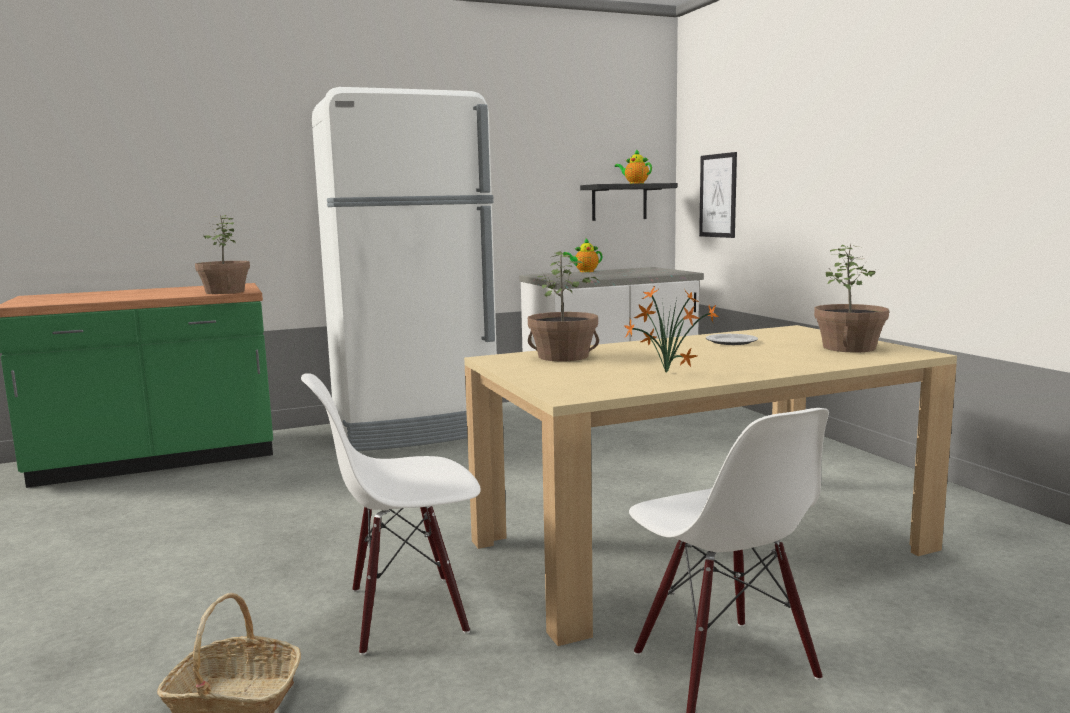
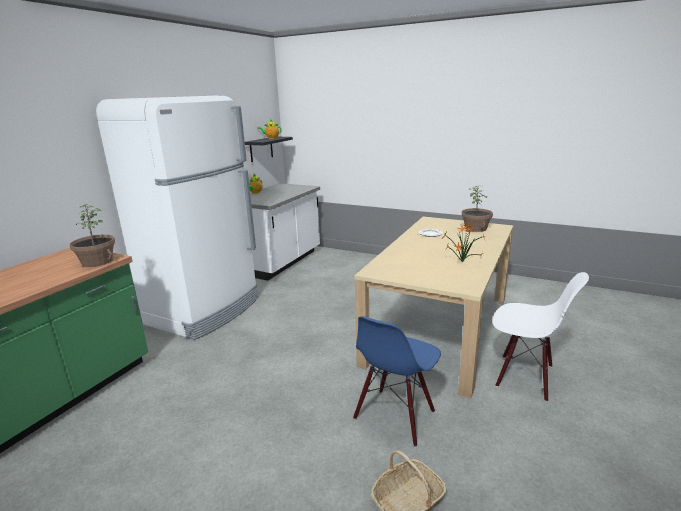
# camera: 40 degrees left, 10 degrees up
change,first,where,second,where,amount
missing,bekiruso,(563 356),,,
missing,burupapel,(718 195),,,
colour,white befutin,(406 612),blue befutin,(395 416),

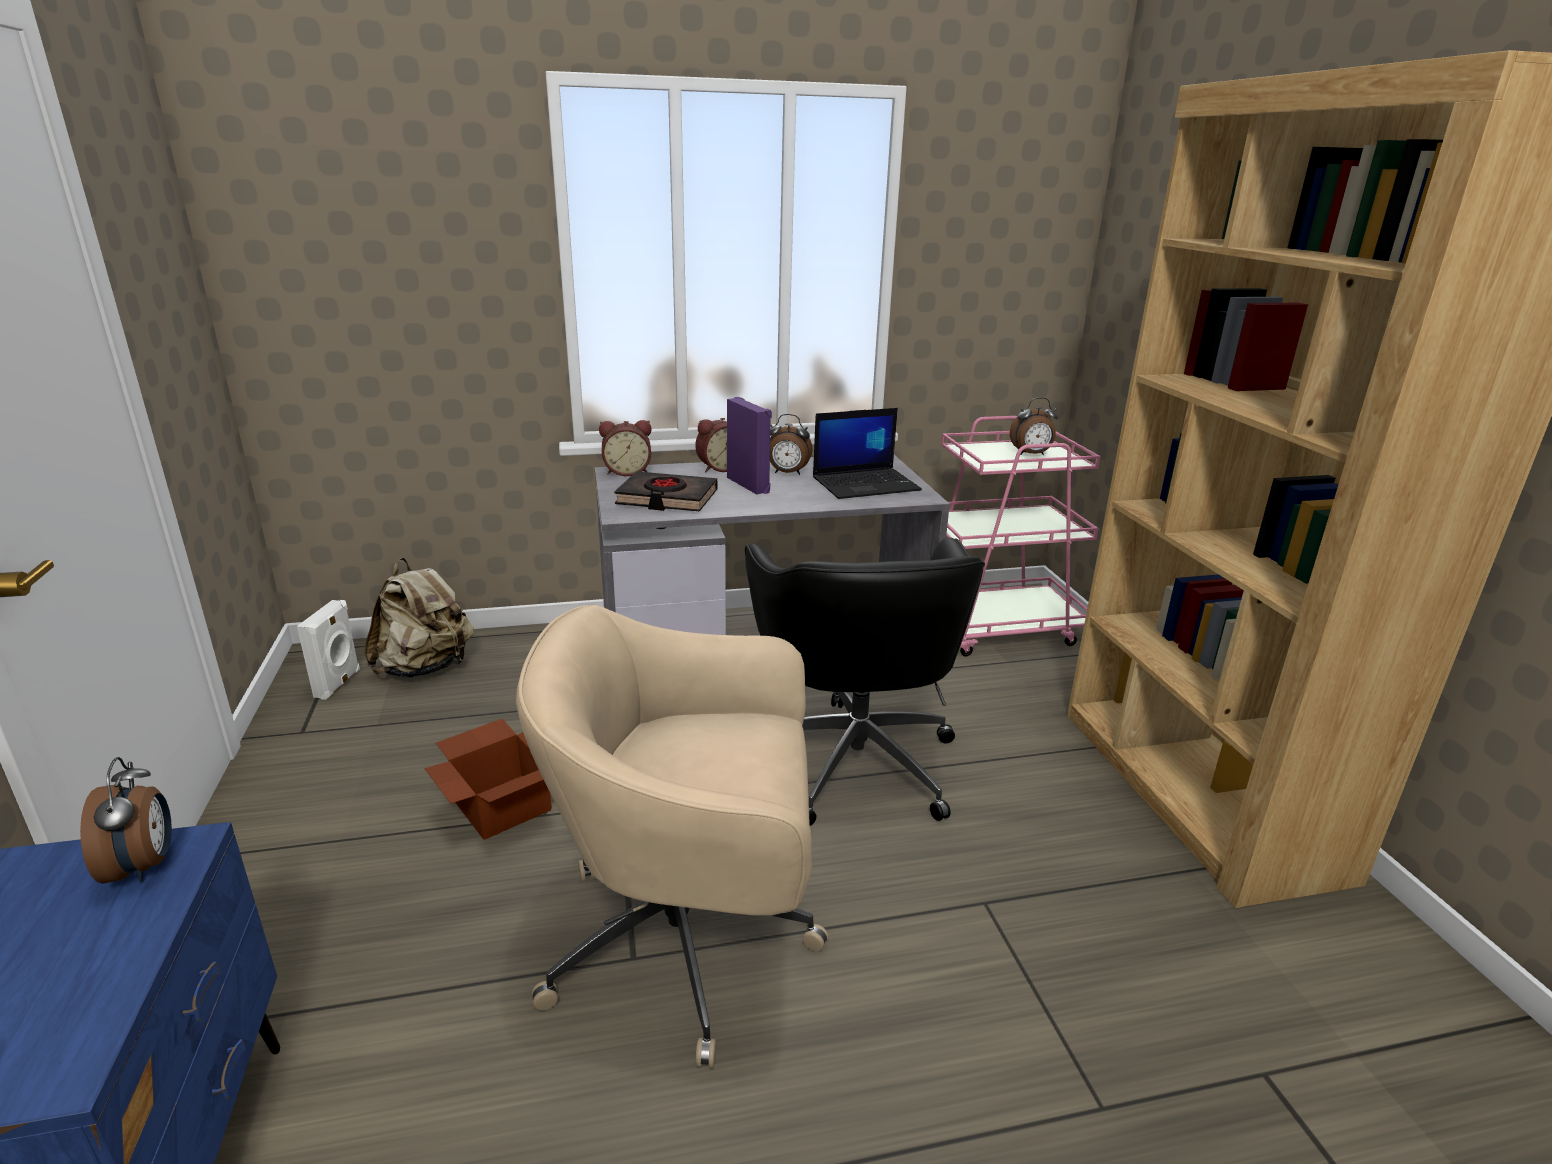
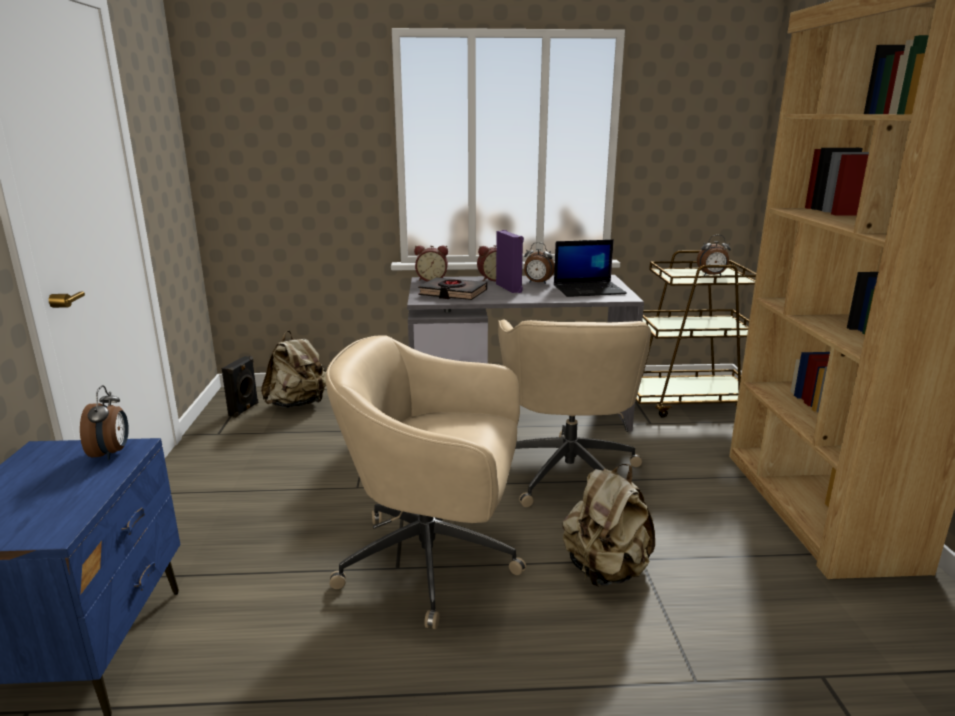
# camera: 10 degrees right, 5 degrees down
change,first,where,second,where,amount
missing,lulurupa,(503 804),,,
appeared,,,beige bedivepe,(605 571),
colour,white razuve,(339 683),black razuve,(244 409),
colour,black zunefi,(854 759),beige zunefi,(568 471),
colour,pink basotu,(993 628),brown basotu,(687 402),

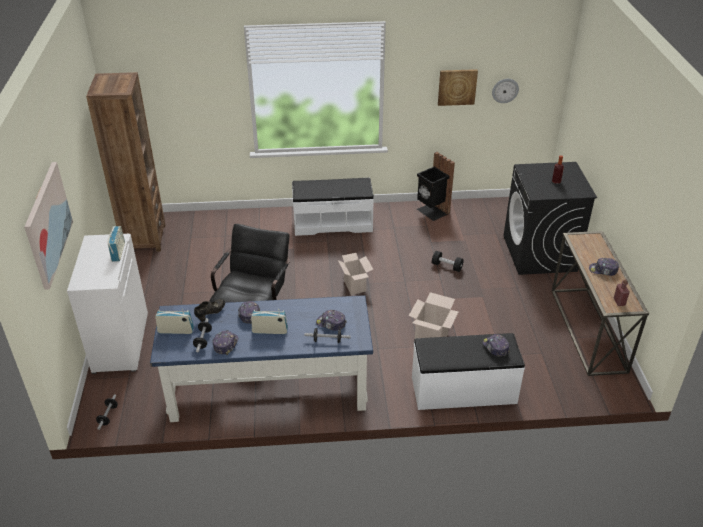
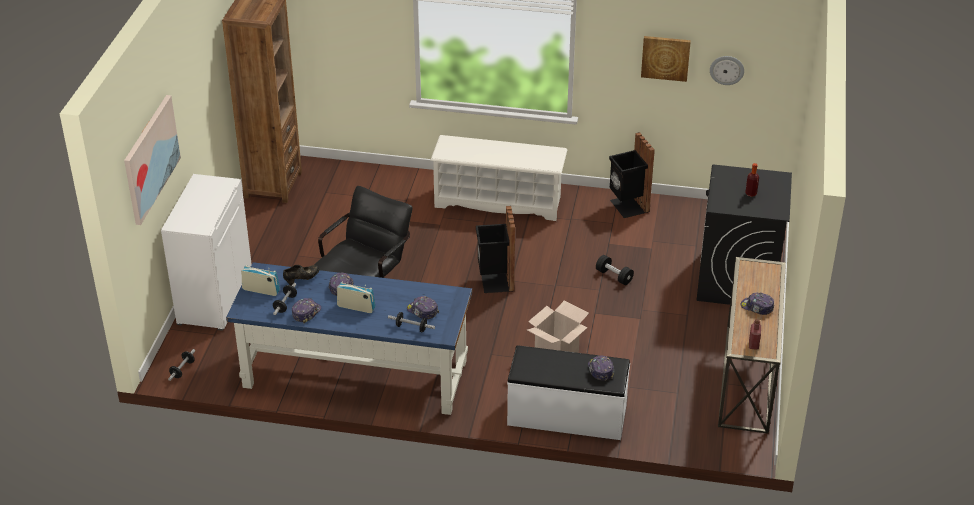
# camera: 15 degrees right, 0 degrees up
change,first,where,second,where,amount
missing,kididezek,(118 252),,,
exchanged,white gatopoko,(332 223),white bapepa,(499 201),
exchanged,lulurupa,(355 286),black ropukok,(495 281),

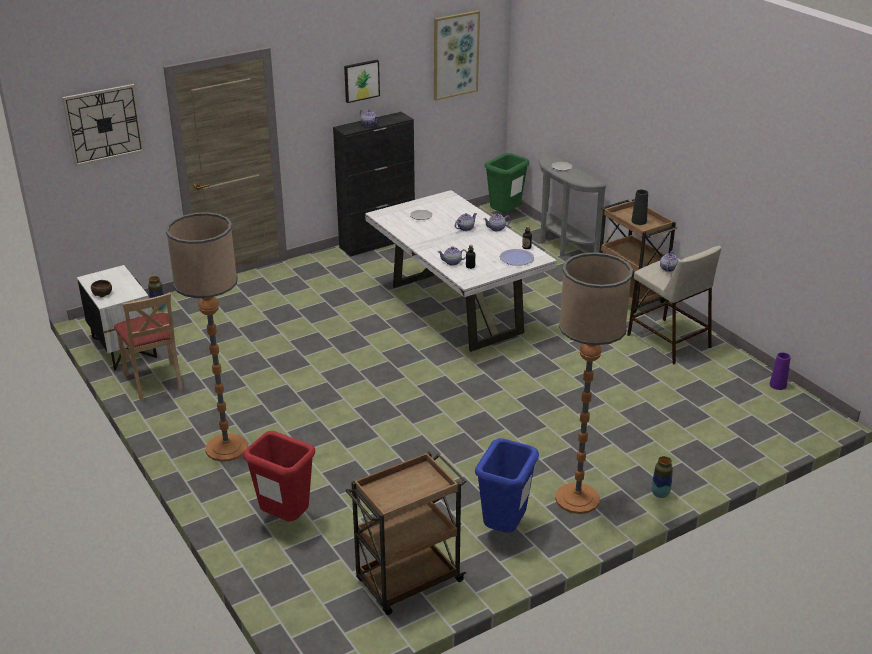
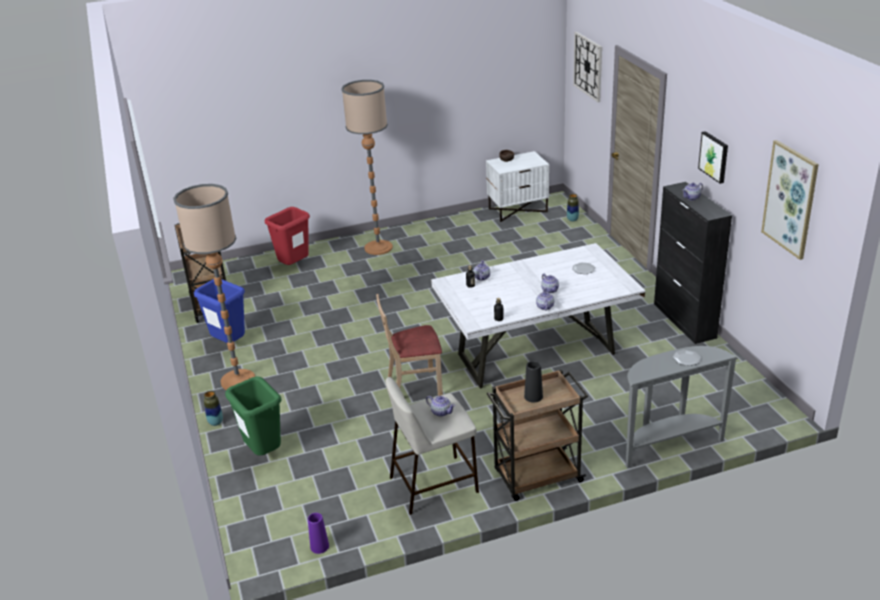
# camera: 105 degrees right, 0 degrees up
change,first,where,second,where,amount
missing,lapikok,(516 258),,,
relocated,beige befutin,(154 381),,(414 387),
relocated,green ropukok,(504 215),,(263 453),

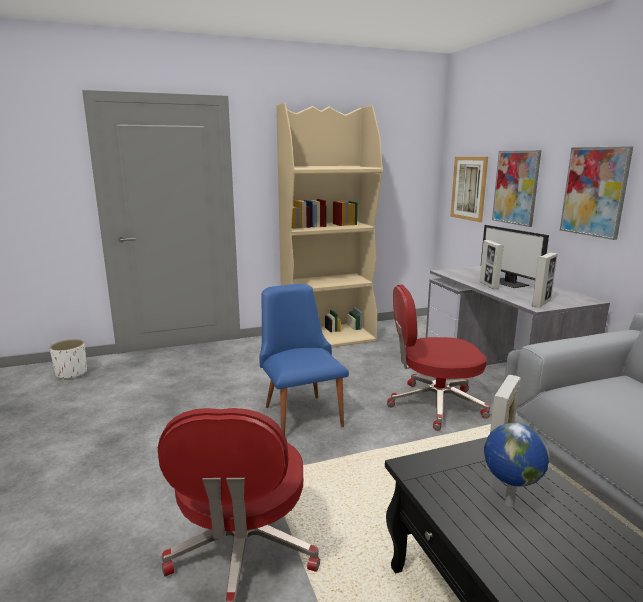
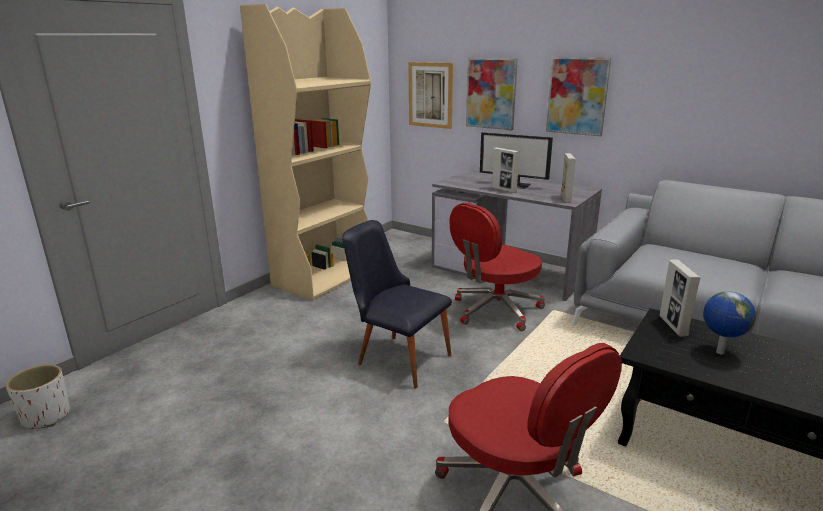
# camera: 35 degrees left, 5 degrees up
change,first,where,second,where,amount
colour,blue befutin,(300 412),black befutin,(397 357),

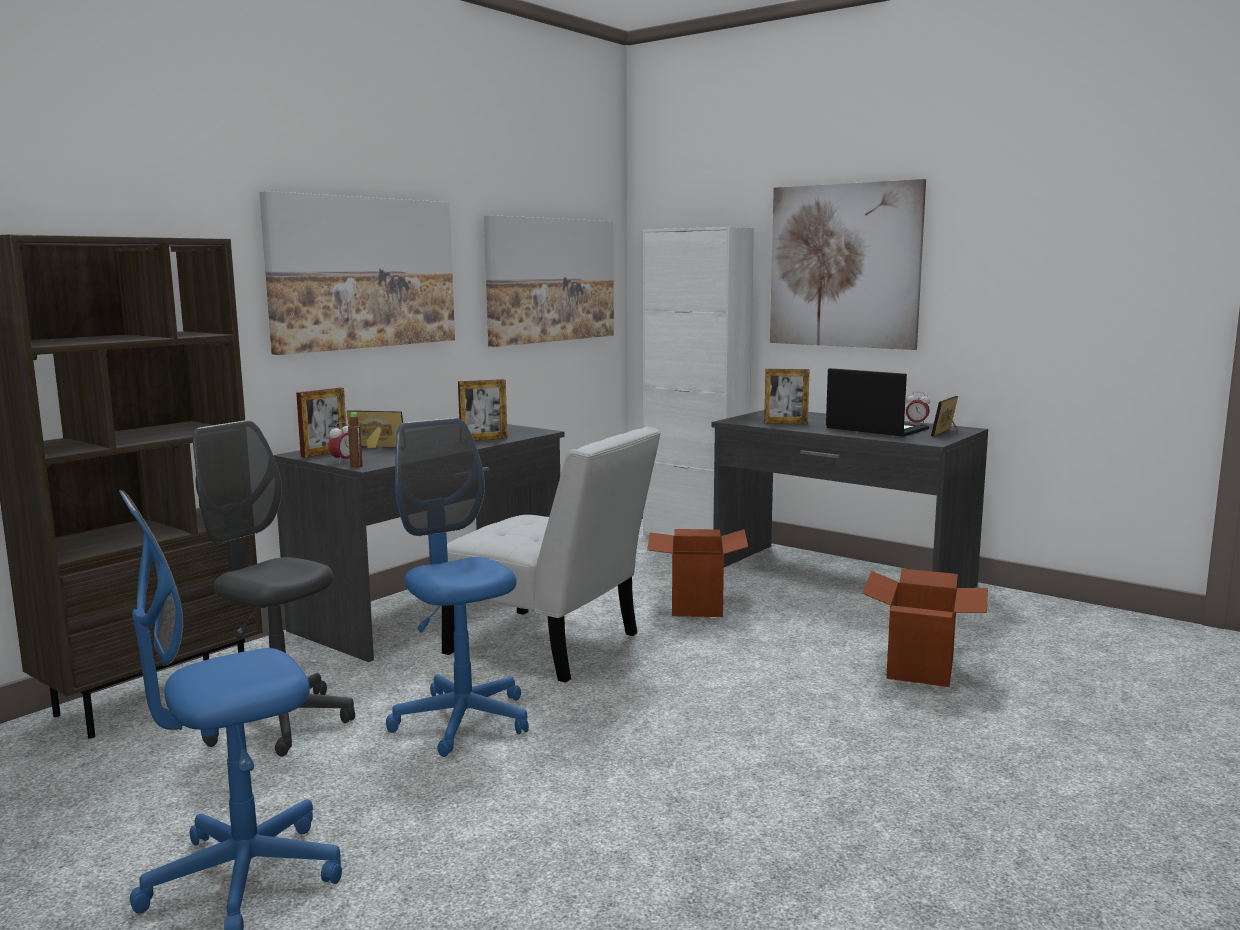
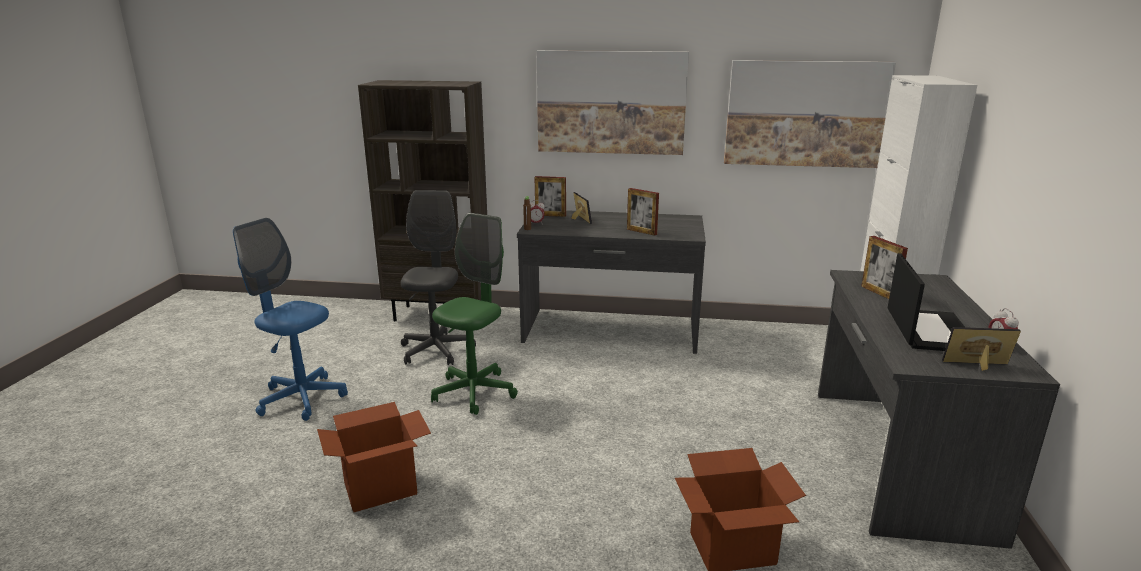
# camera: 60 degrees right, 10 degrees up
change,first,where,second,where,amount
missing,white befutin,(551 647),,,
missing,burupapel,(844 266),,,
relocated,lulurupa,(696 605),,(381 488),
colour,blue zunefi,(462 721),green zunefi,(474 392),

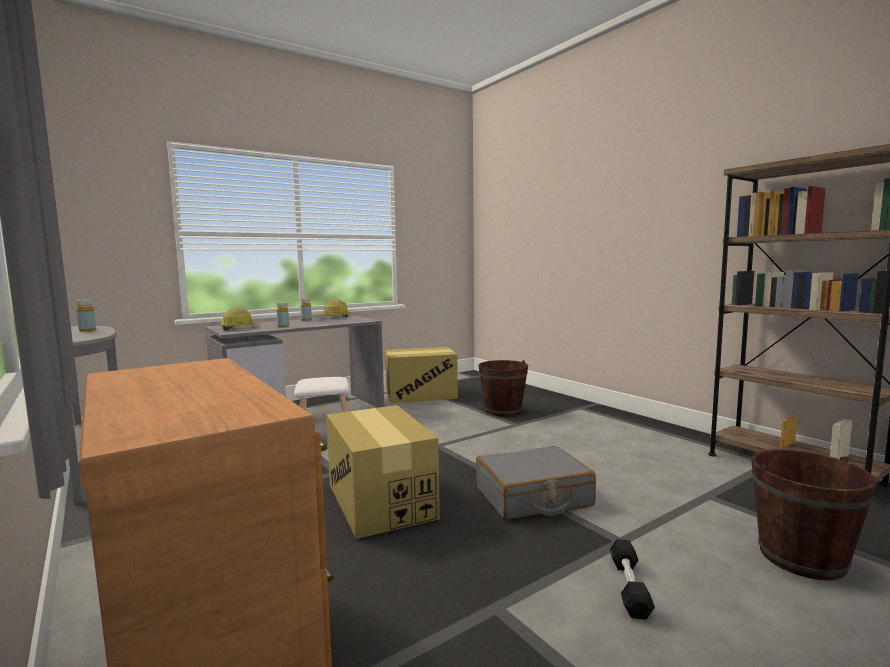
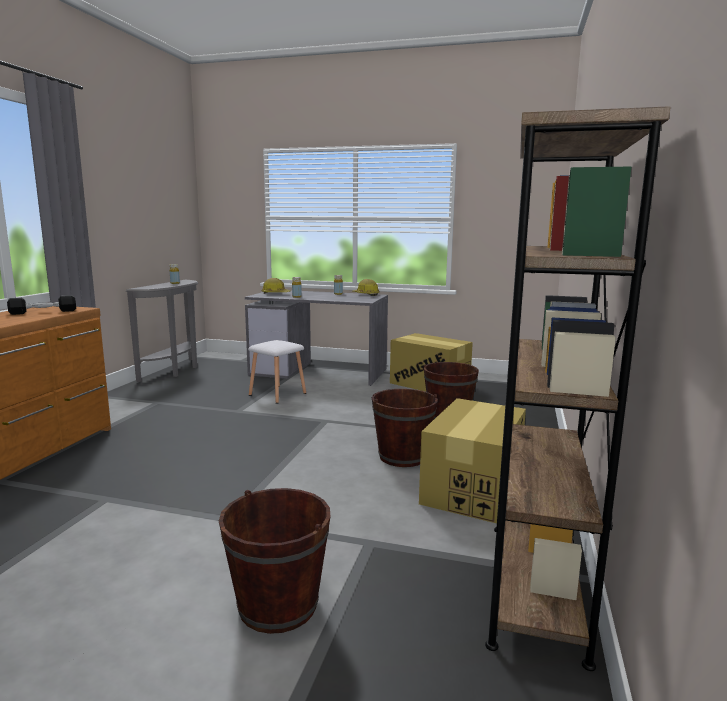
# camera: 50 degrees right, 5 degrees up
change,first,where,second,where,amount
missing,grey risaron,(533 497),,,
appeared,,,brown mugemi,(402 457),
relocated,lulurupa,(380 501),,(472 488),
relocated,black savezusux,(629 587),,(43 312),

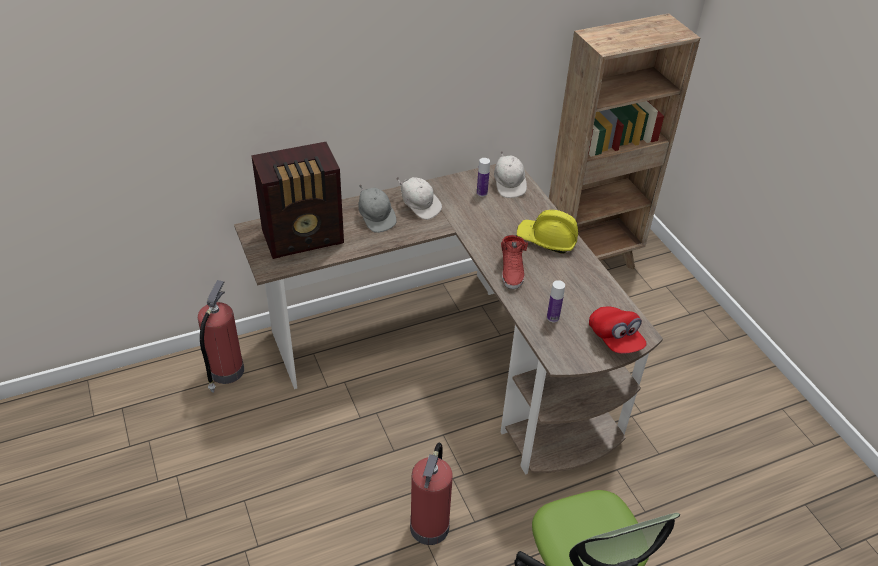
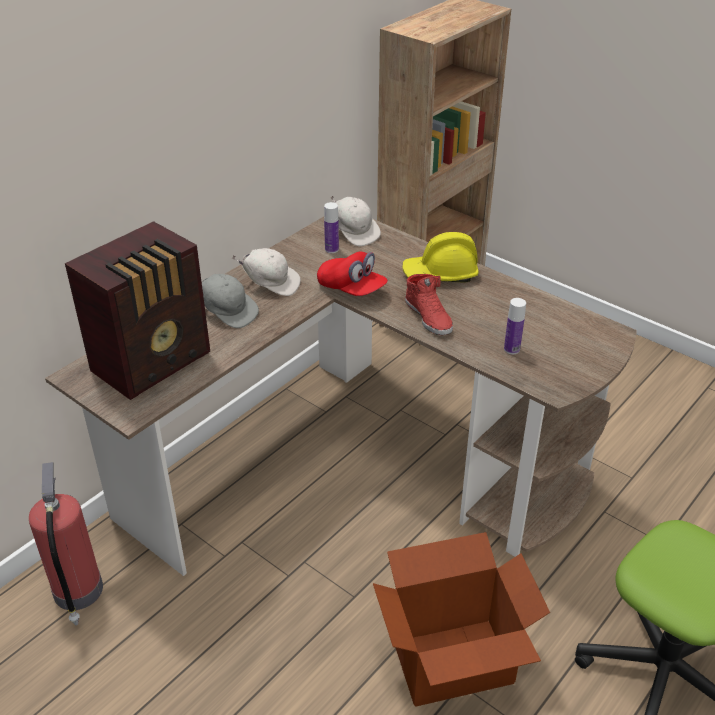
# camera: 25 degrees left, 5 degrees down
change,first,where,second,where,amount
relocated,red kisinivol,(615 339),,(351 289),
exchanged,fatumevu,(430 525),lulurupa,(453 663),

